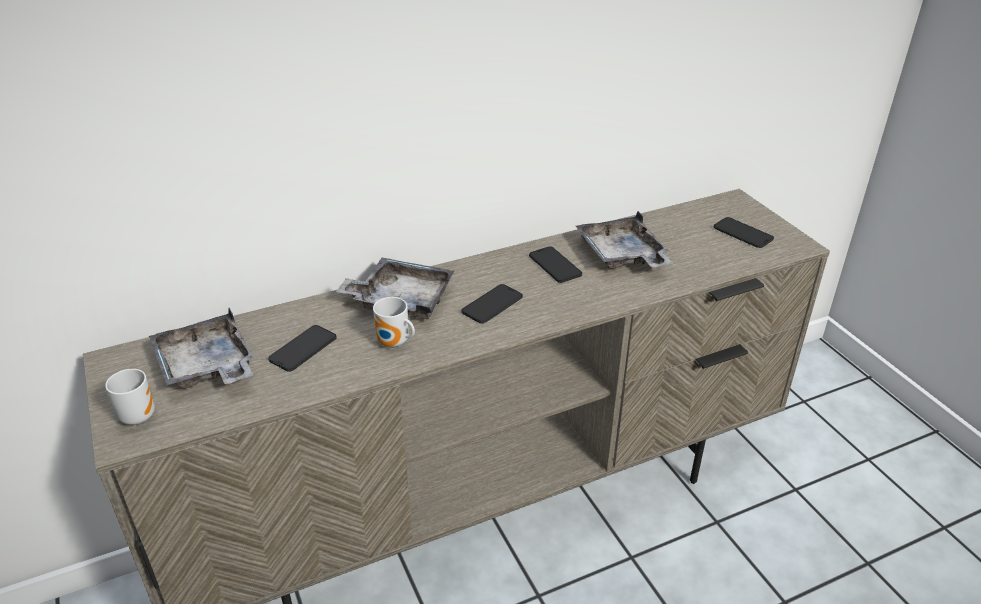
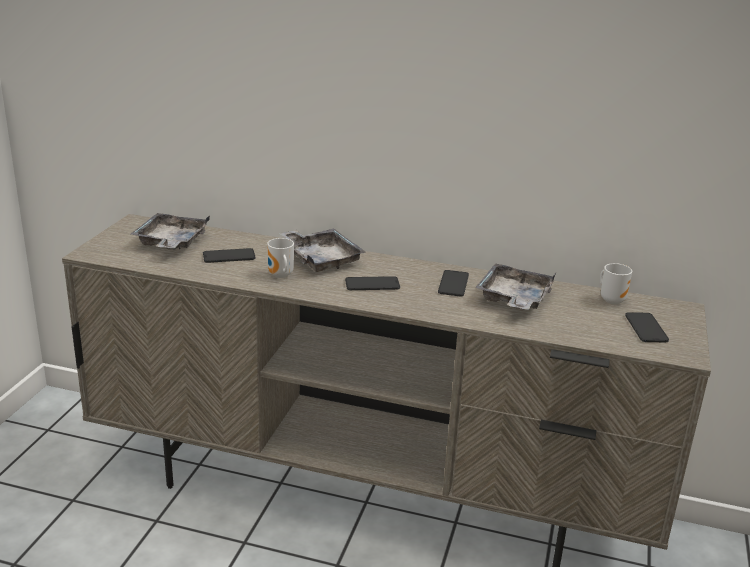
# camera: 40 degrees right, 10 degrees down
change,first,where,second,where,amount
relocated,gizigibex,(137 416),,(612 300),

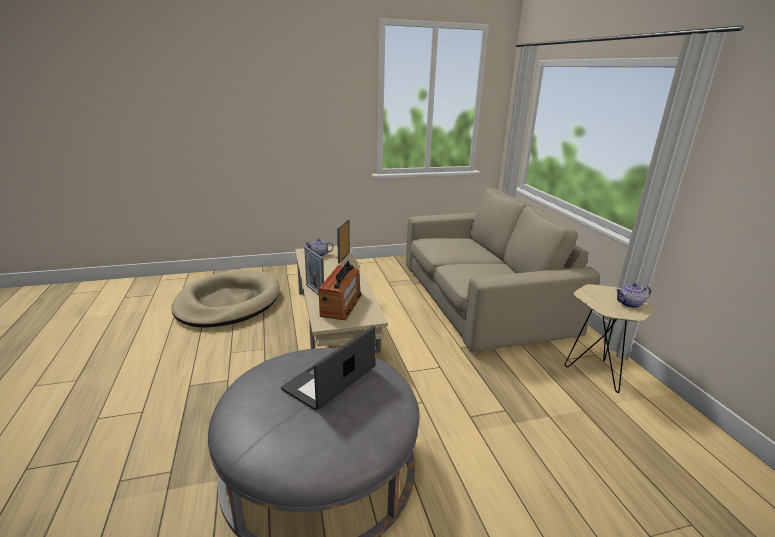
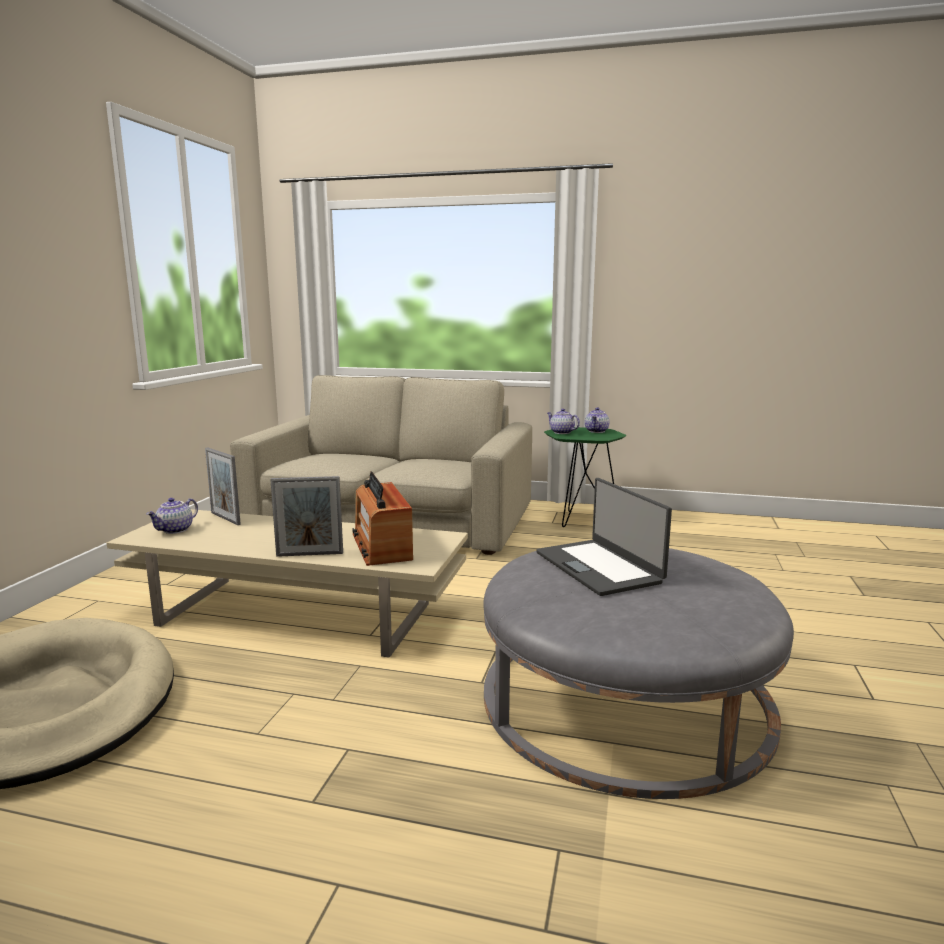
# camera: 60 degrees left, 10 degrees down
change,first,where,second,where,amount
appeared,,,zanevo,(561 432),
colour,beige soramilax,(593 371),green soramilax,(580 520),
spun,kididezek,(341 305),,(382 546),150 degrees counterclockwise

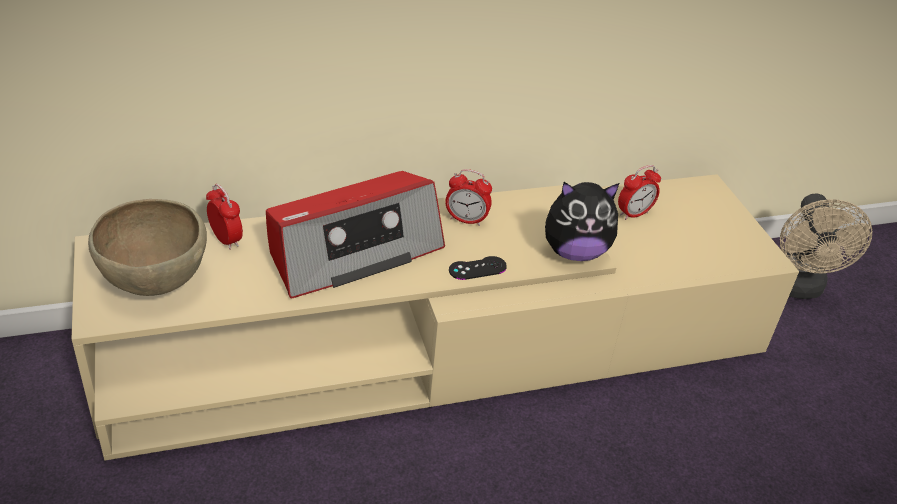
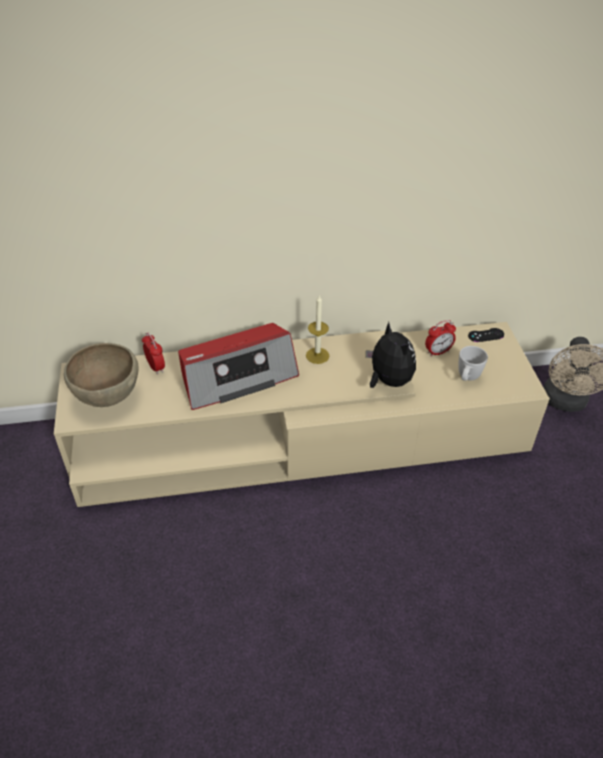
# camera: 10 degrees right, 5 degrees up
change,first,where,second,where,amount
appeared,,,white gizigibex,(467 378),
relocated,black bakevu,(477 268),,(486 335),
exchanged,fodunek,(466 220),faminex,(317 355),
spun,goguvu,(574 252),,(388 381),120 degrees counterclockwise

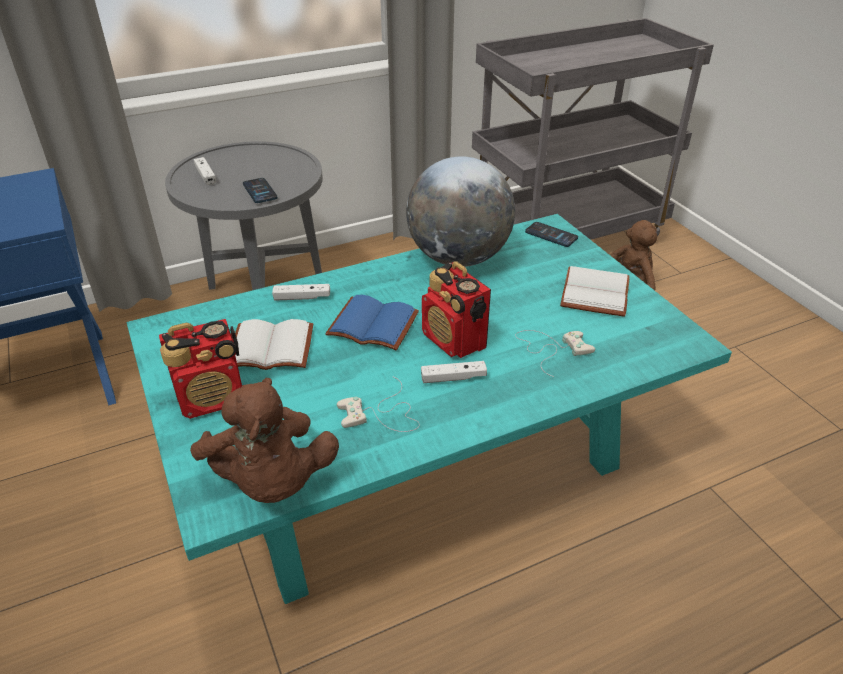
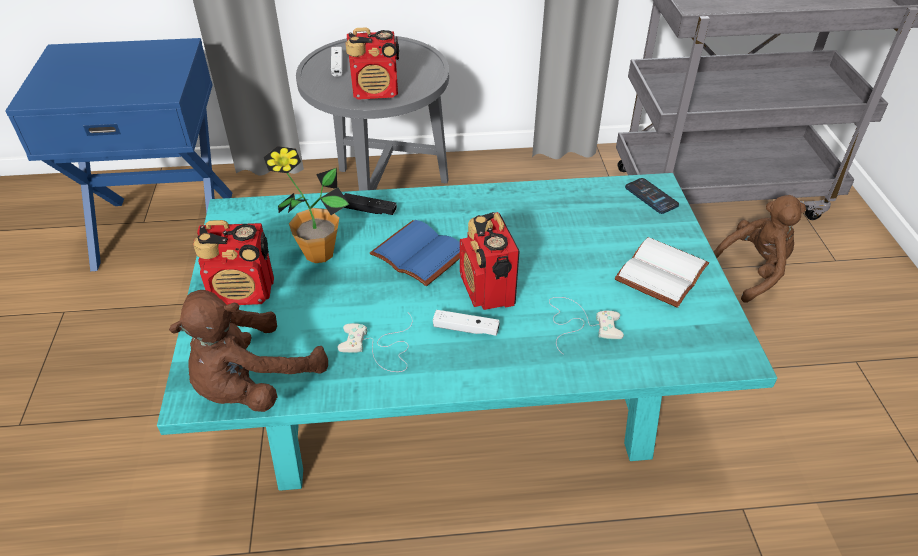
# camera: 20 degrees right, 5 degrees up
change,first,where,second,where,amount
missing,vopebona,(458 258),,,
exchanged,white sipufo,(273 346),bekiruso,(319 253),
exchanged,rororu,(260 191),kididezek,(376 92),
colour,white bakevu,(302 297),black bakevu,(369 210),
spun,brown goguvu,(271 481),,(253 384),45 degrees clockwise

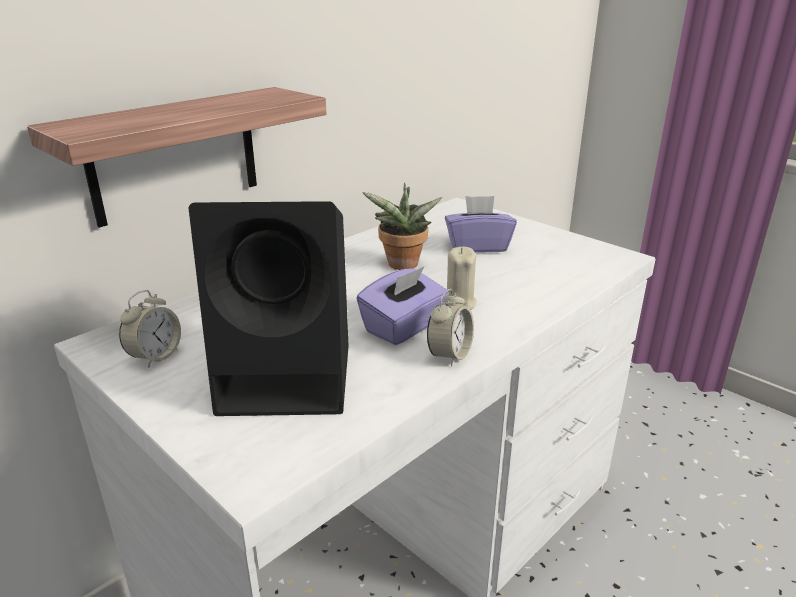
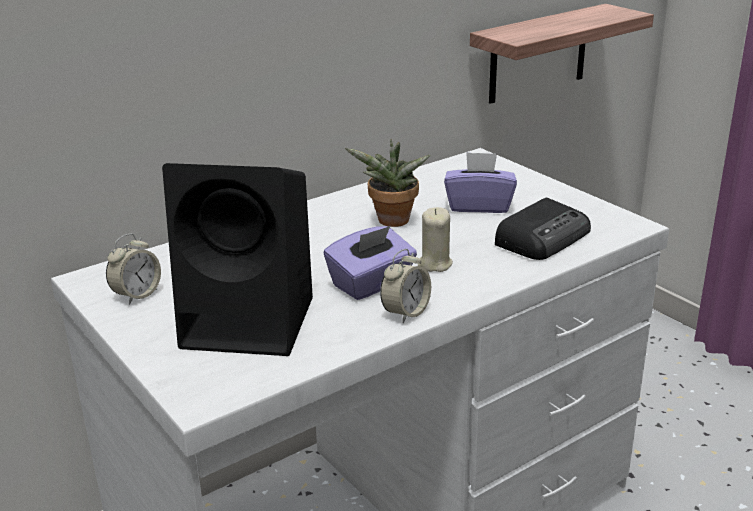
# camera: 10 degrees right, 0 degrees up
change,first,where,second,where,amount
appeared,,,kididezek,(543 237),
relocated,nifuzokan,(175 155),,(538 54),

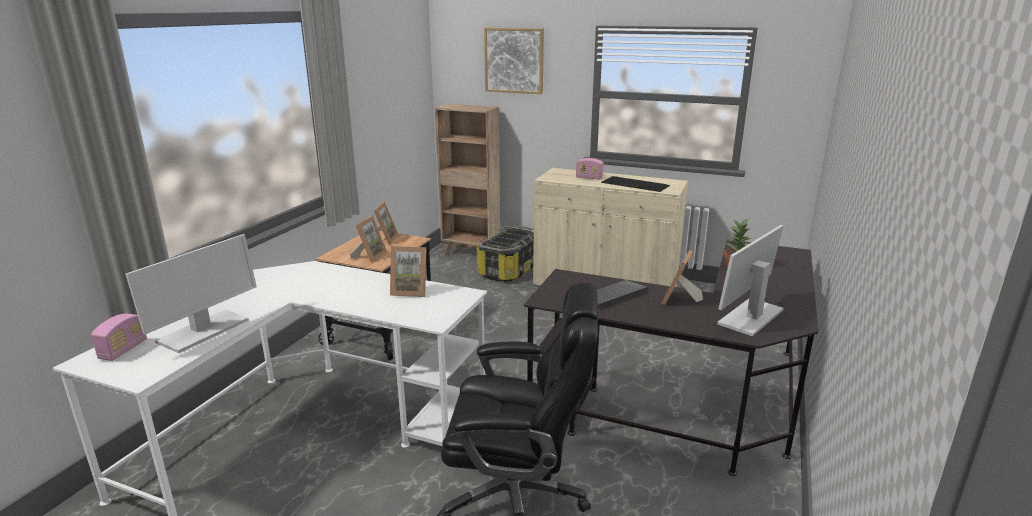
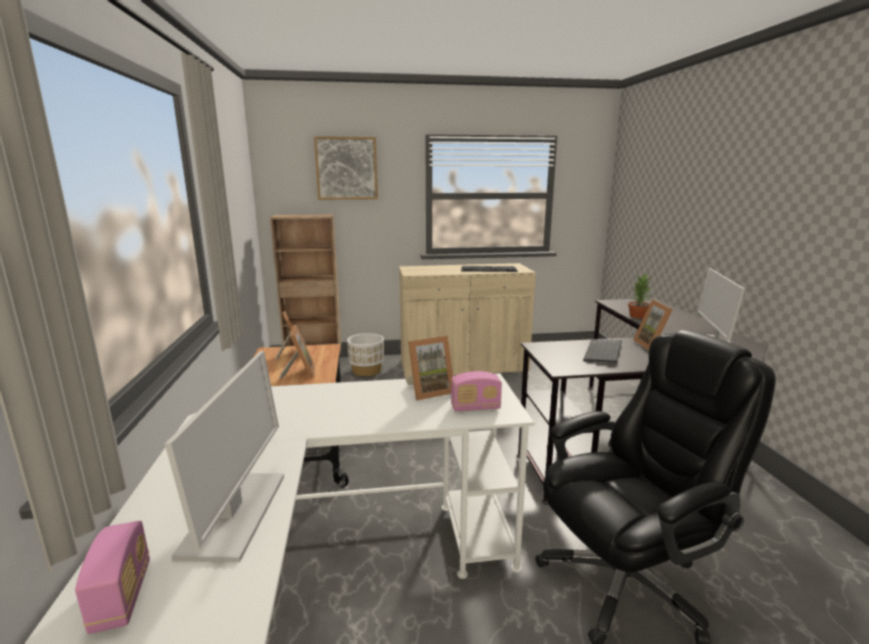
# camera: 30 degrees left, 5 degrees down
change,first,where,second,where,amount
relocated,kididezek,(589 178),,(475 407),
exchanged,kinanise,(509 270),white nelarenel,(366 370),

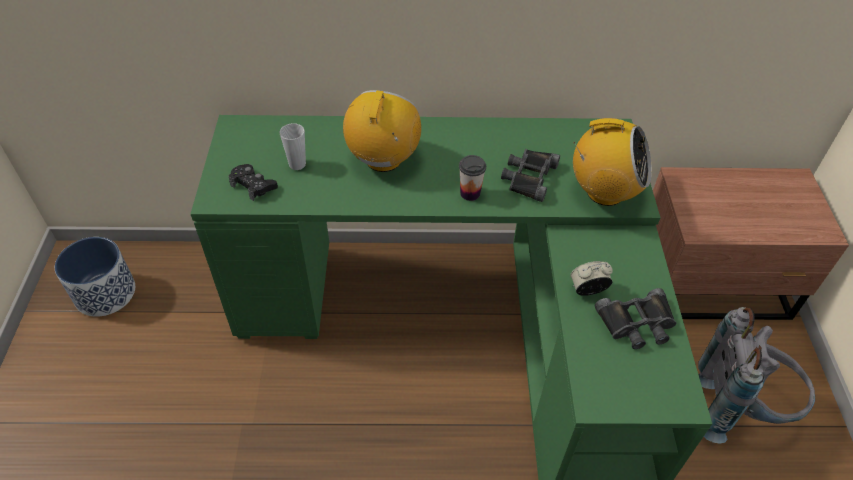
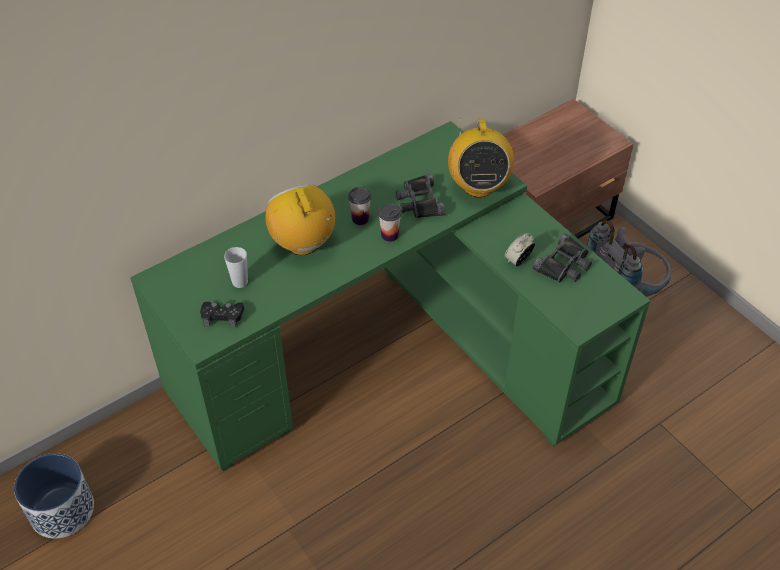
# camera: 35 degrees left, 0 degrees up
change,first,where,second,where,amount
appeared,,,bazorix,(360 219),
spun,kididezek,(604 192),,(478 186),105 degrees clockwise

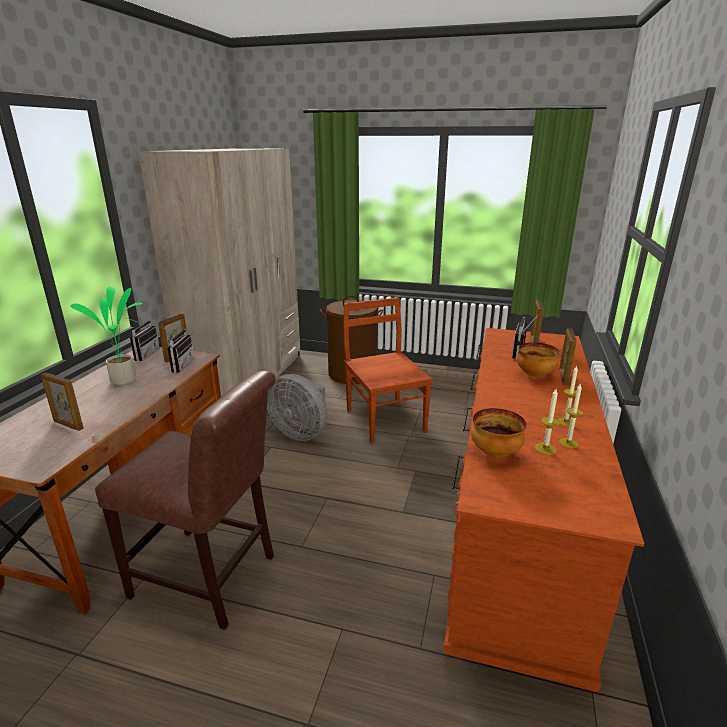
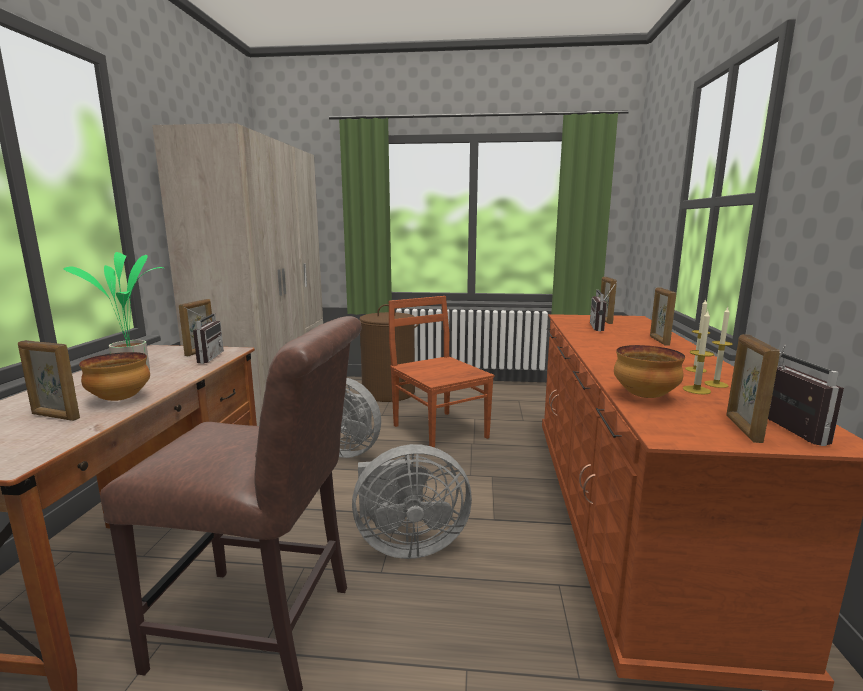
# camera: 10 degrees left, 10 degrees down
change,first,where,second,where,amount
appeared,,,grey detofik,(407 544),
appeared,,,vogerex,(743 429),
relocated,kididezek,(143 355),,(782 430),
relocated,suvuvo,(535 375),,(120 399),

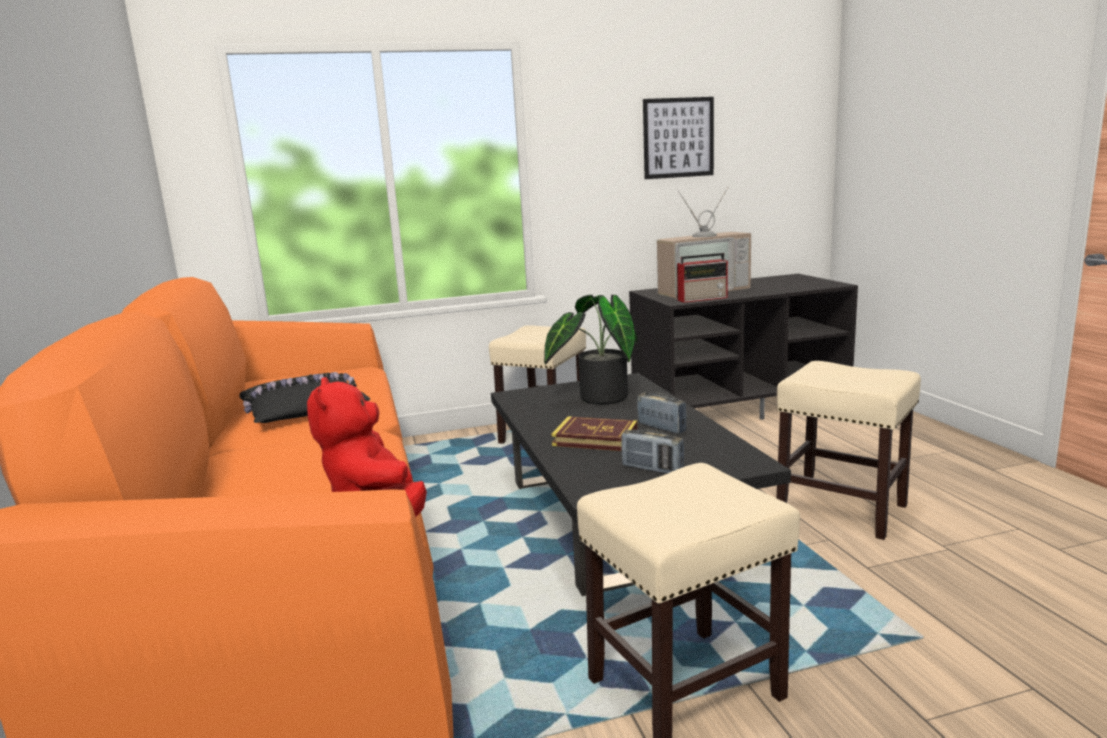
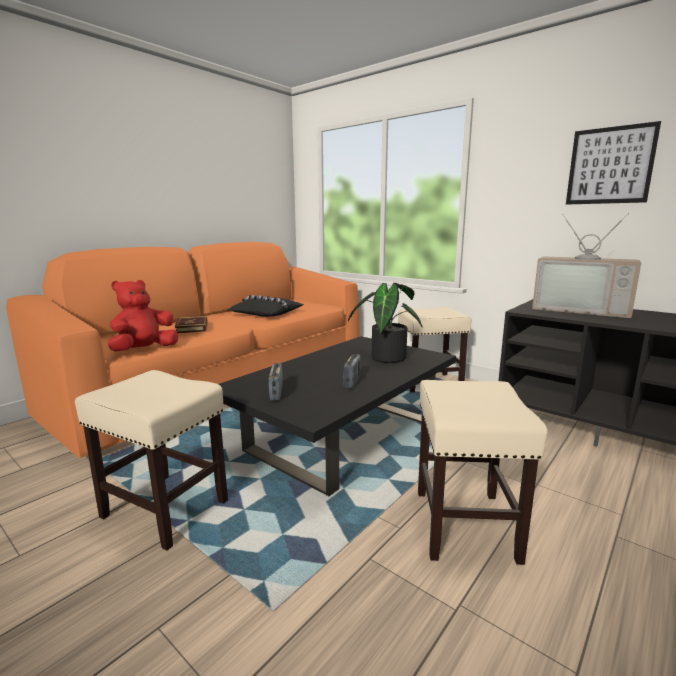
# camera: 55 degrees right, 0 degrees up
change,first,where,second,where,amount
missing,kididezek,(703 298),,,
relocated,sipufo,(595 439),,(192 327),

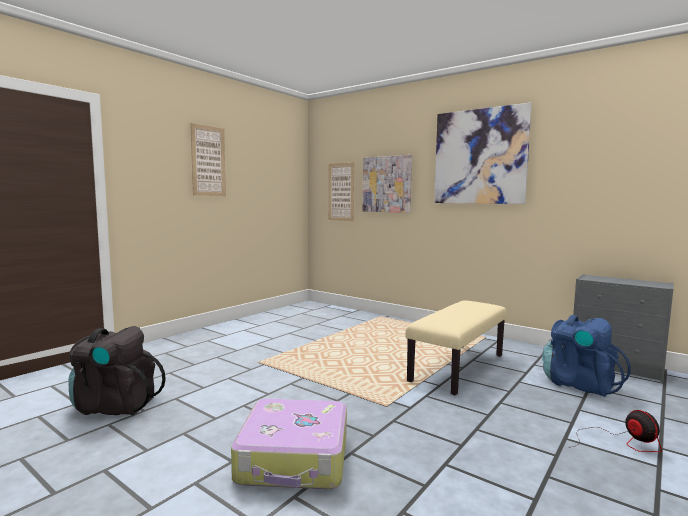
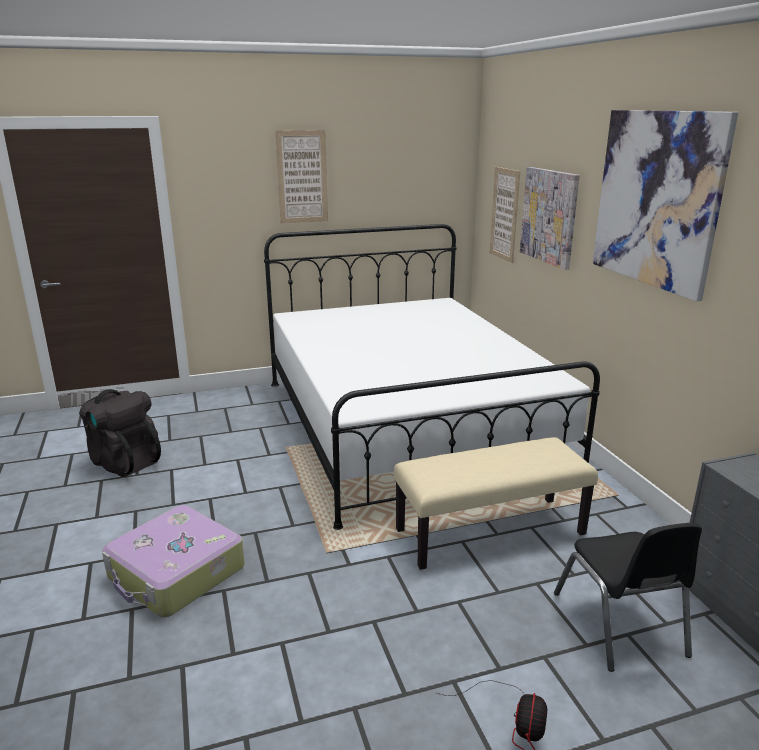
# camera: 35 degrees right, 15 degrees up
change,first,where,second,where,amount
appeared,,,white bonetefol,(406 426),
exchanged,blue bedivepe,(579 384),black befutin,(619 624),

